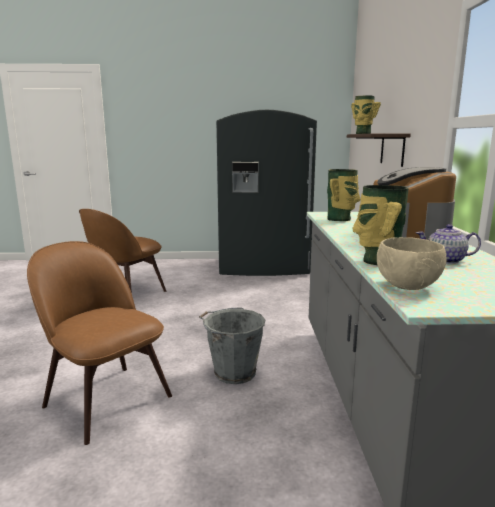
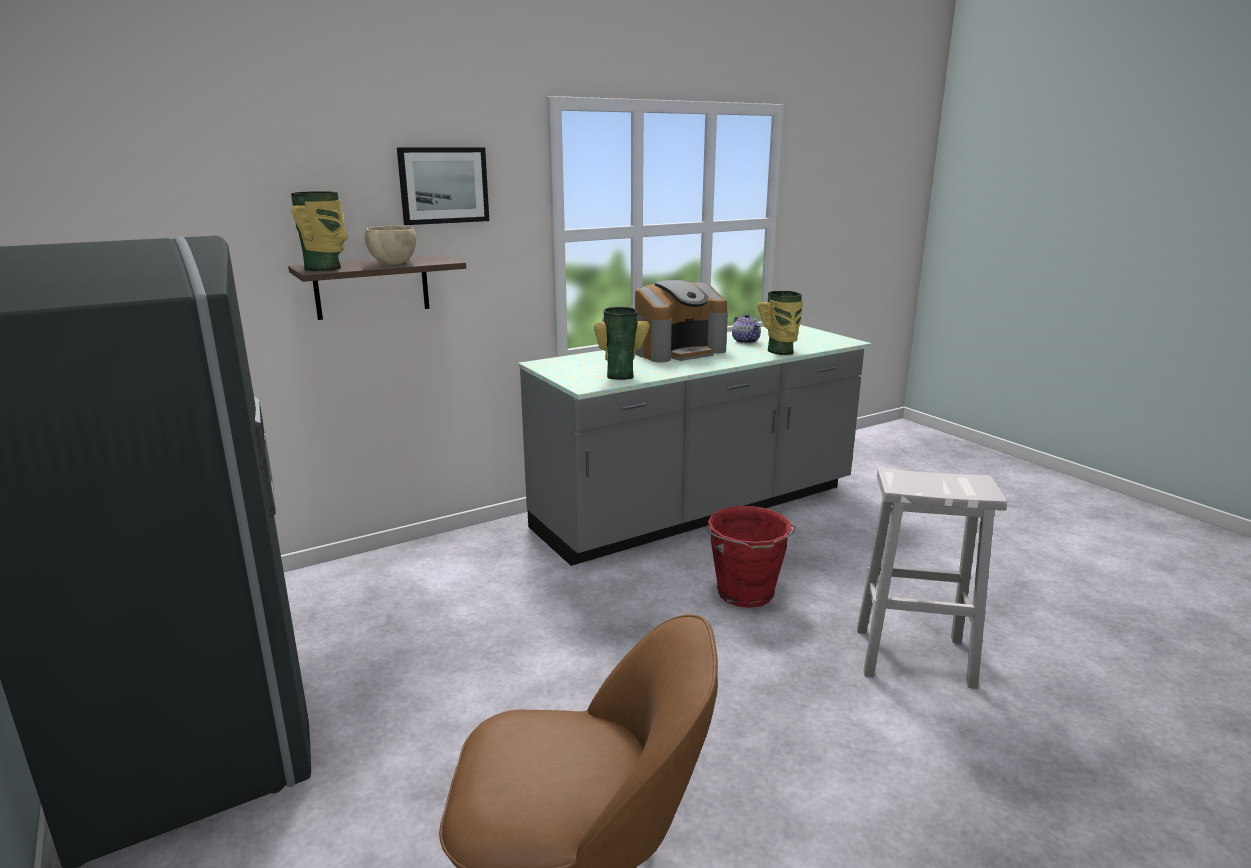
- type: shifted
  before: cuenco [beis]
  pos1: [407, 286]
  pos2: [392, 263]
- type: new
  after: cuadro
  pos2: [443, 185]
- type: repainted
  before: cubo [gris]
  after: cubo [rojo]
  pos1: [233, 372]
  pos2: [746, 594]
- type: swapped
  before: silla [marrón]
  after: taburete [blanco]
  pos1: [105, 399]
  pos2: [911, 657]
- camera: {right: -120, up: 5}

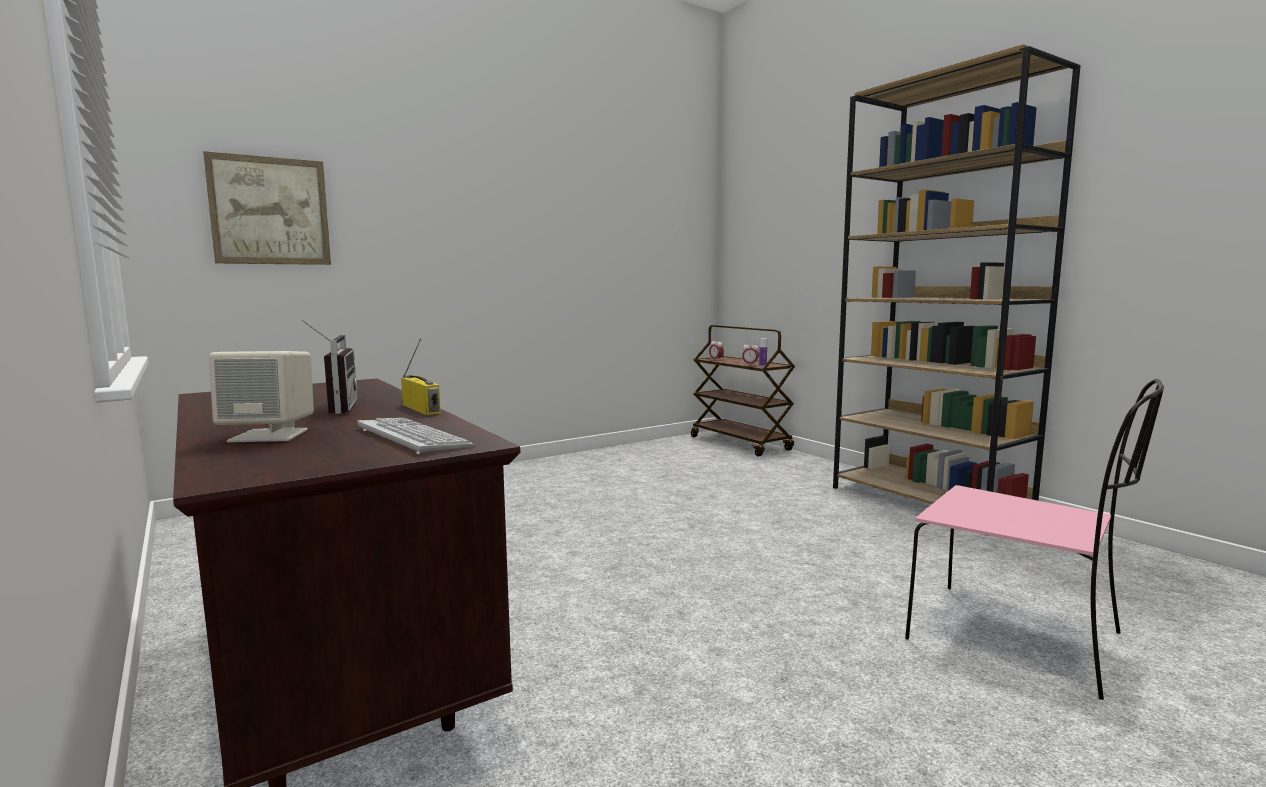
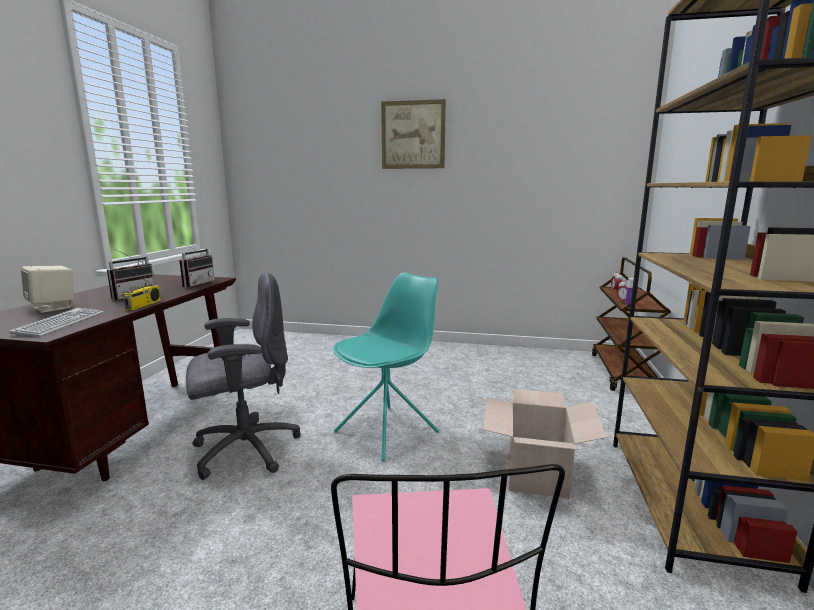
- type: new
  after: radio
  pos2: [196, 284]
- type: new
  after: silla de oficina [gris]
  pos2: [244, 450]
- type: new
  after: silla [turquesa]
  pos2: [388, 431]
- type: shifted
  before: cuadro
  pos1: [270, 211]
  pos2: [413, 135]
- type: new
  after: caja de cartón
  pos2: [537, 473]
- camera: {right: 45, up: 5}

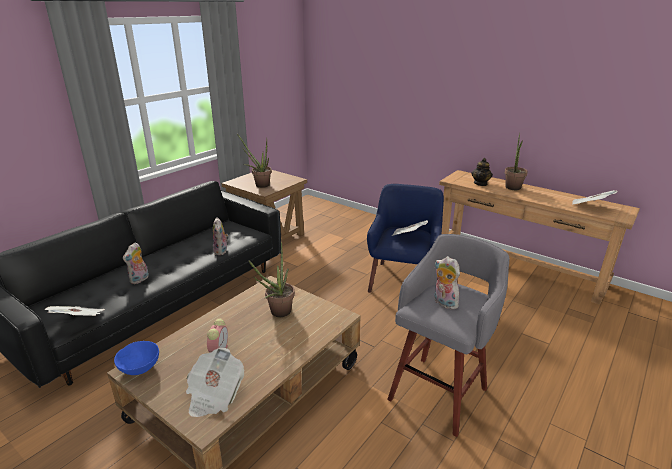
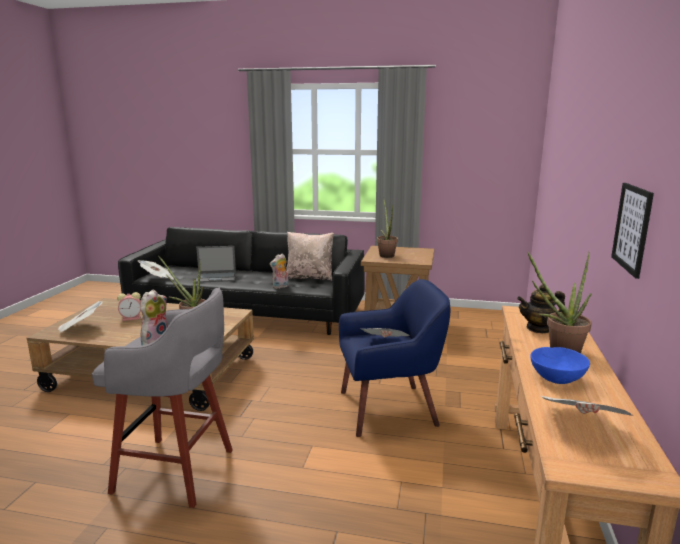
- type: swapped
  before: peluche
  after: portátil
  pos1: [140, 280]
  pos2: [216, 277]
- type: new
  after: cojín [beis]
  pos2: [309, 277]
- type: shifted
  before: cuenco [azul]
  pos1: [139, 368]
  pos2: [556, 378]
- type: new
  after: cuadro
  pos2: [632, 228]
- camera: {right: 65, up: -10}

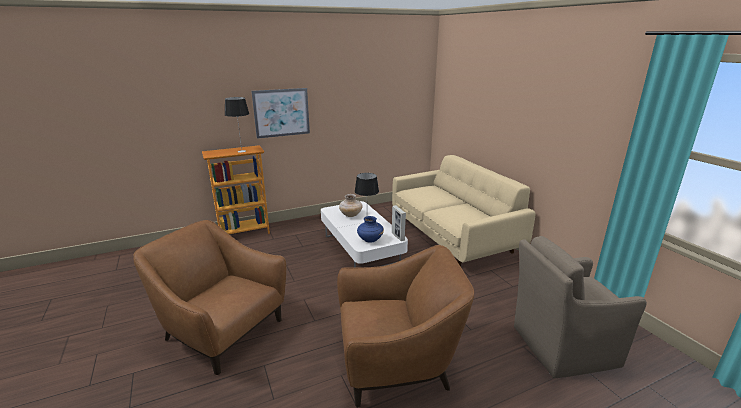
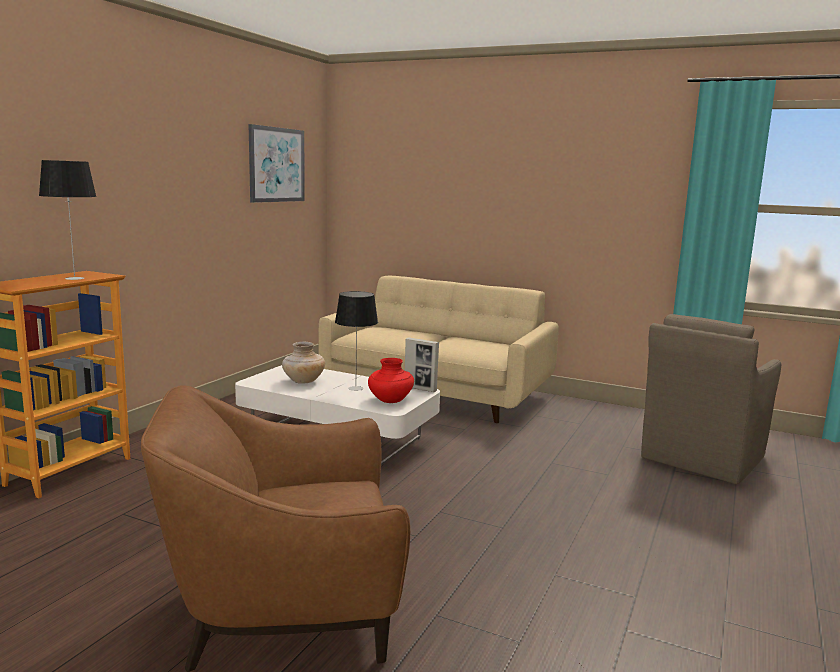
- type: shifted
  before: cuadro
  pos1: [281, 112]
  pos2: [277, 165]
- type: repainted
  before: florero [azul]
  after: florero [rojo]
  pos1: [370, 240]
  pos2: [390, 400]
- type: gone
  before: sillón [marrón]
  pos1: [396, 363]
- camera: {right: -40, up: -10}

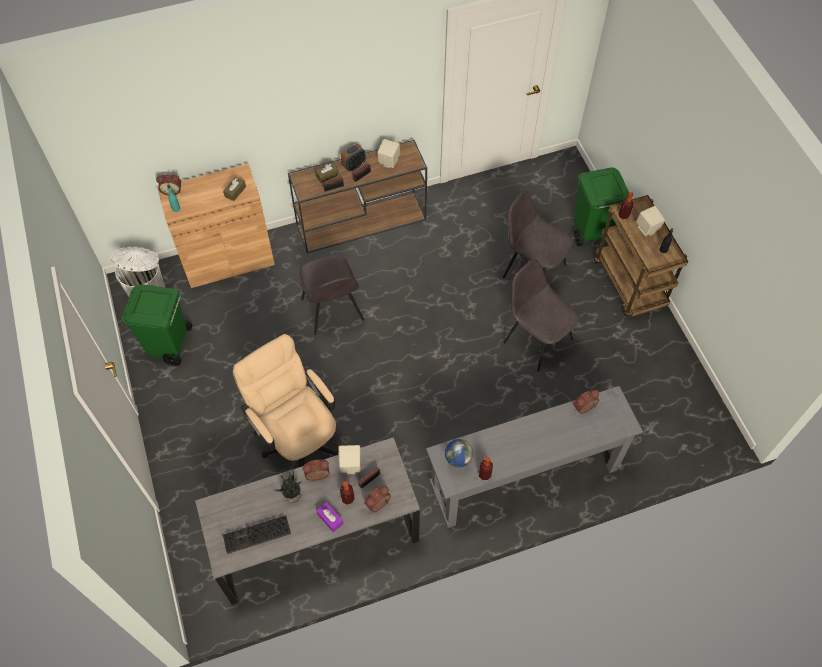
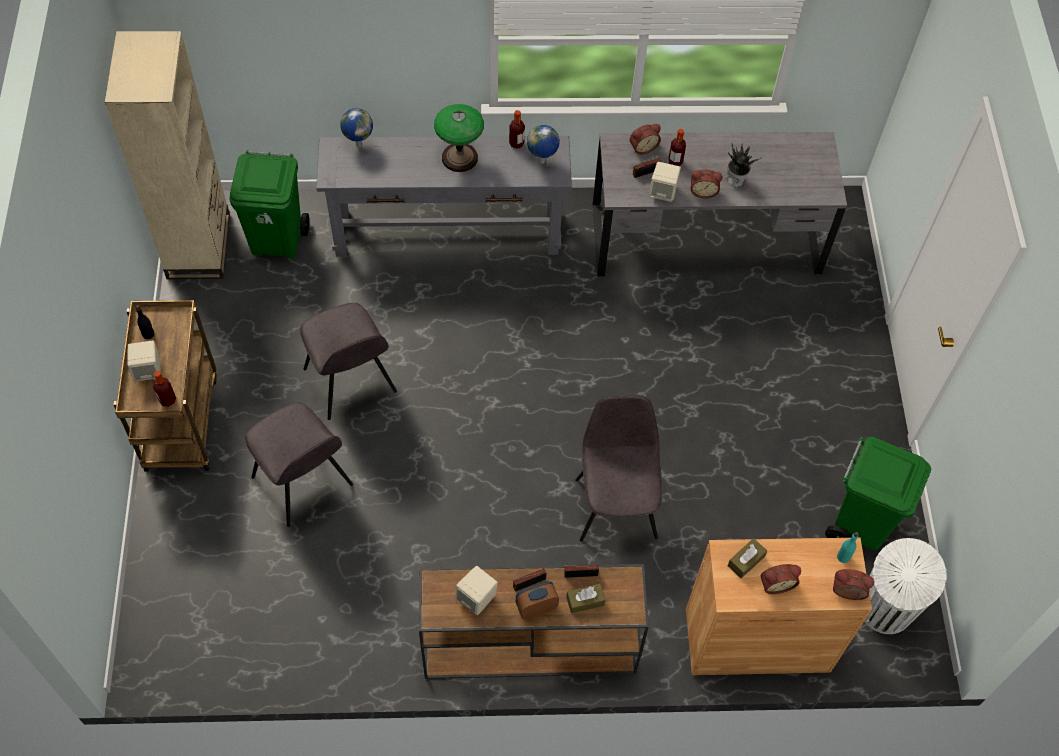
- type: new
  after: estantería [beis]
  pos2: [199, 246]
- type: shifted
  before: papelera [verde]
  pos1: [591, 231]
  pos2: [278, 240]
- type: new
  after: globo terráqueo
  pos2: [358, 145]
- type: new
  after: lámpara de mesa
  pos2: [459, 157]
- type: shifted
  before: despertador
  pos1: [585, 408]
  pos2: [776, 583]
- type: gone
  before: teclado
  pos1: [256, 536]
- type: gone
  before: silla de oficina [beis]
  pos1: [297, 437]
- type: gone
  before: caja de pañuelos [morado]
  pos1: [330, 519]
- camera: {right: -165, up: 0}

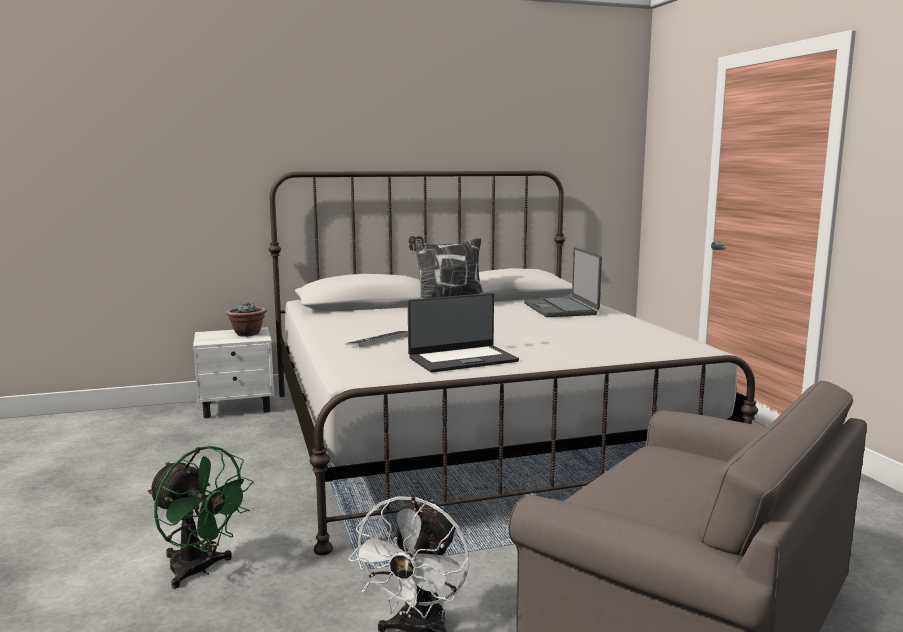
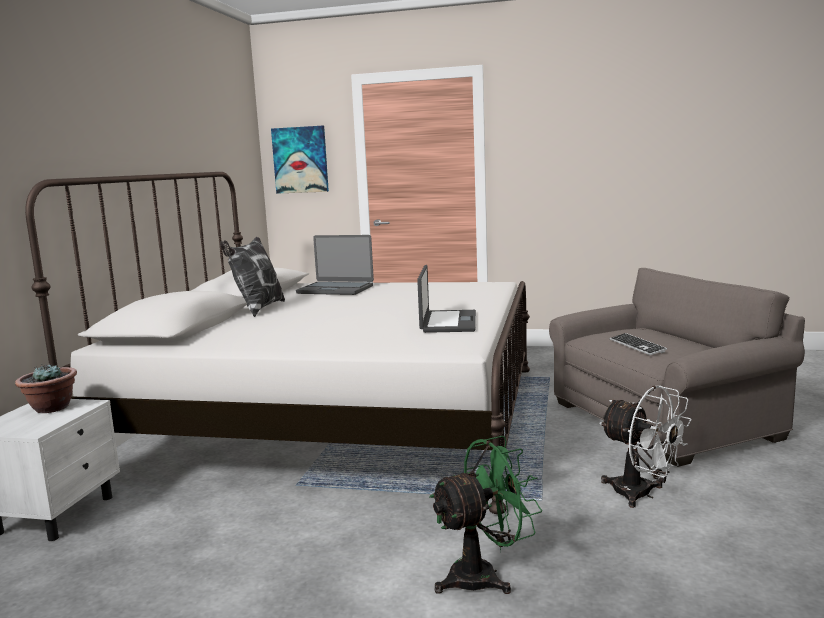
- type: new
  after: cuadro
  pos2: [300, 160]
- type: shifted
  before: teclado
  pos1: [379, 340]
  pos2: [637, 346]
- camera: {right: -60, up: 0}

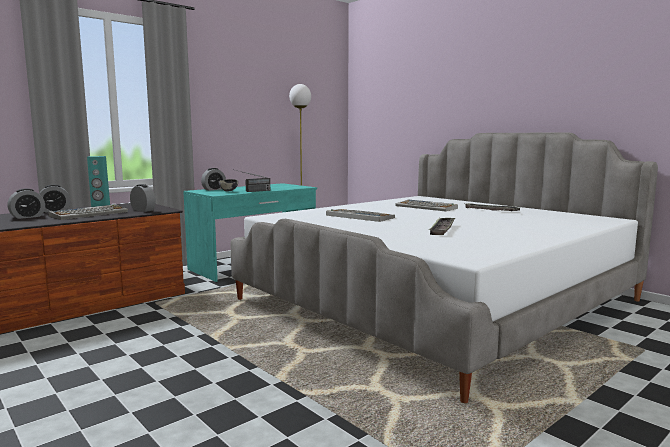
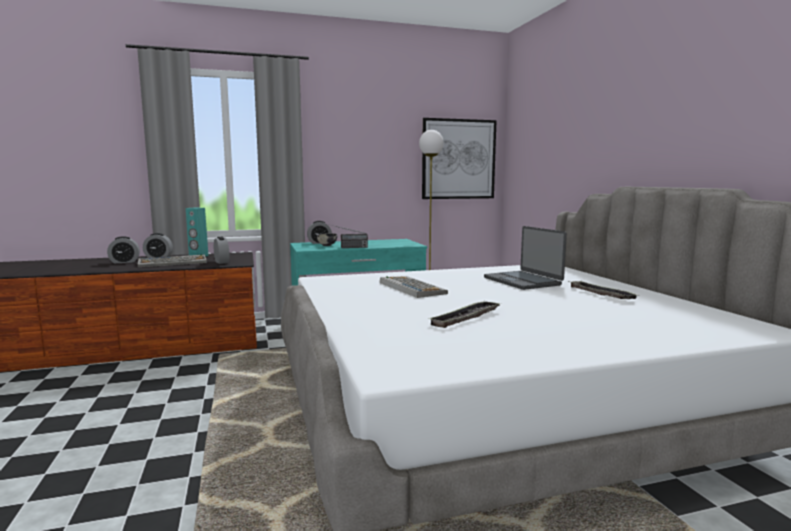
- type: new
  after: cuadro
  pos2: [458, 159]
- type: swapped
  before: teclado
  after: portátil
  pos1: [426, 207]
  pos2: [523, 281]
- camera: {right: 25, up: 0}

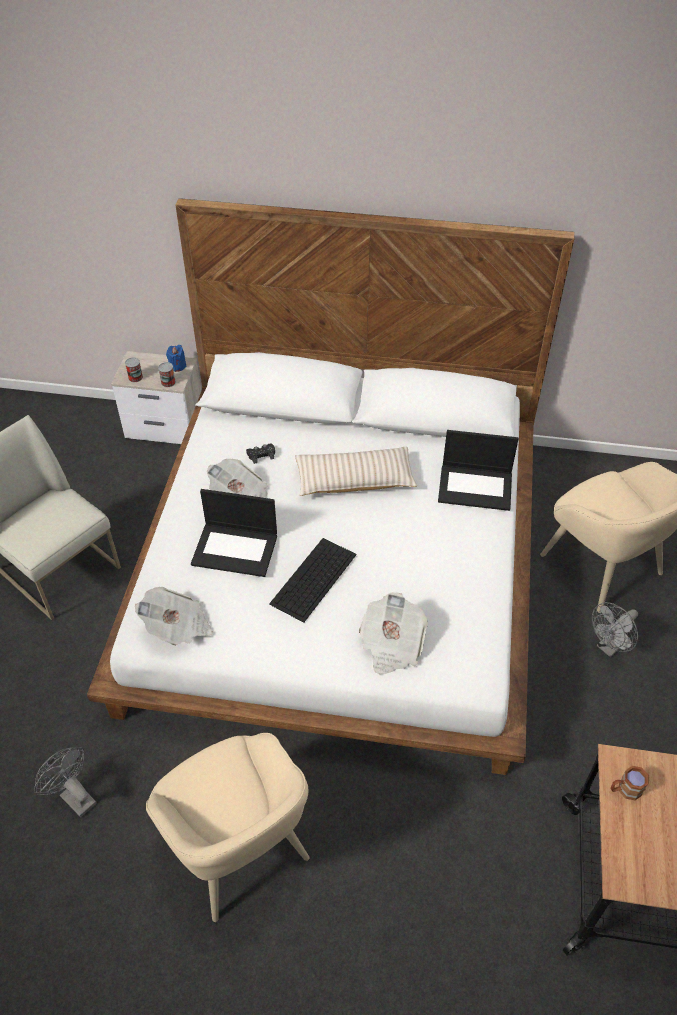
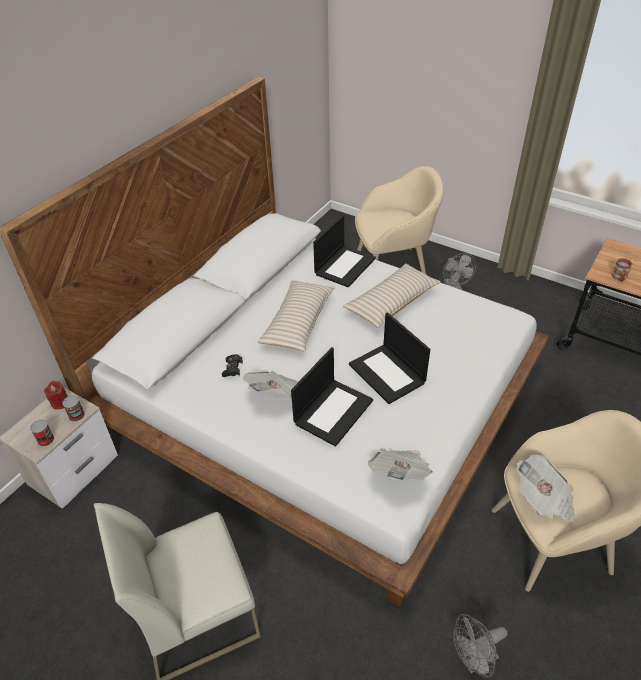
- type: repainted
  before: vela [azul]
  after: vela [rojo]
  pos1: [177, 366]
  pos2: [60, 402]
- type: new
  after: cojín [beis]
  pos2: [391, 302]
- type: swapped
  before: teclado
  after: portátil
  pos1: [313, 580]
  pos2: [388, 373]
- type: shifted
  before: periódico
  pos1: [391, 645]
  pos2: [544, 499]
- camera: {right: -65, up: -5}

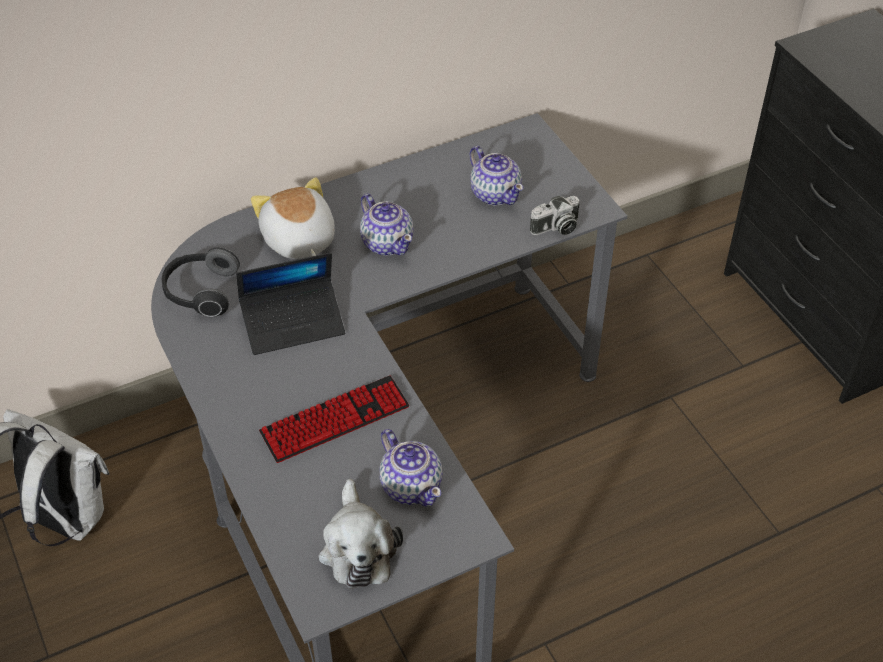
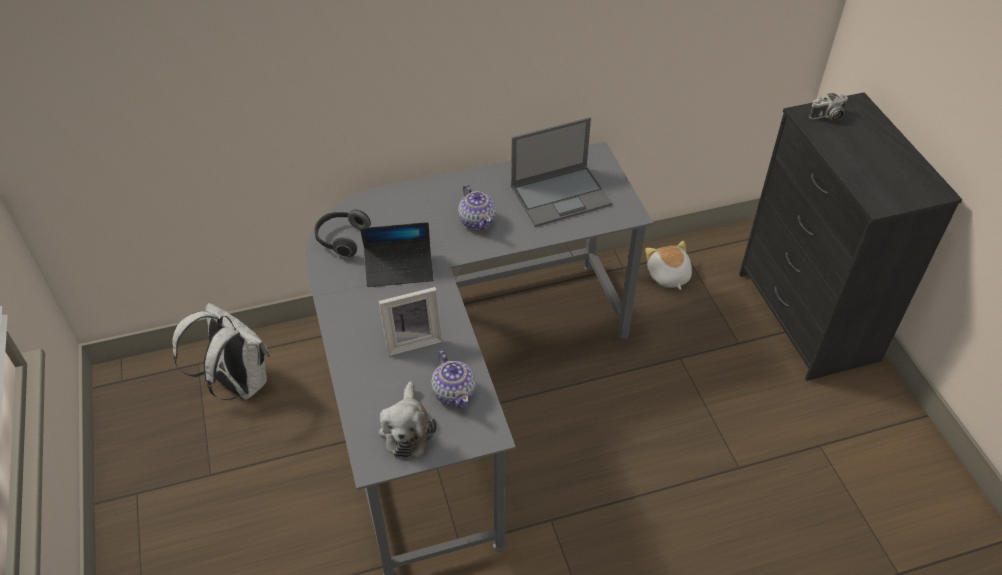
- type: swapped
  before: teclado
  after: portarretratos
  pos1: [335, 420]
  pos2: [412, 339]
- type: swapped
  before: tetera
  after: portátil
  pos1: [495, 193]
  pos2: [561, 195]
- type: shifted
  before: peluche
  pos1: [298, 240]
  pos2: [668, 276]
- type: shifted
  before: cámara
  pos1: [556, 228]
  pos2: [827, 116]
- camera: {right: 10, up: 0}

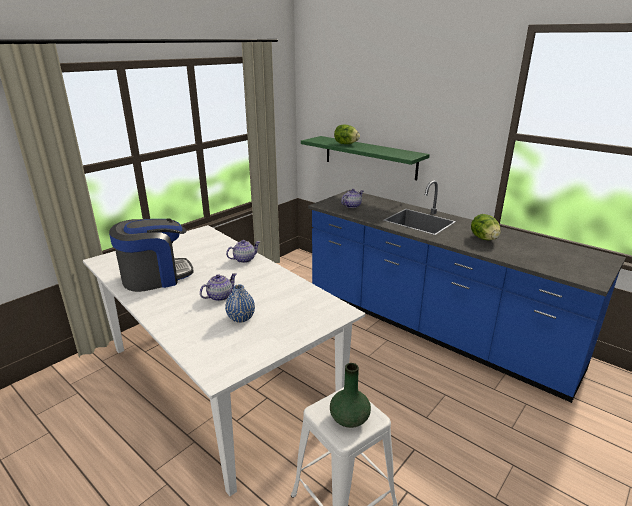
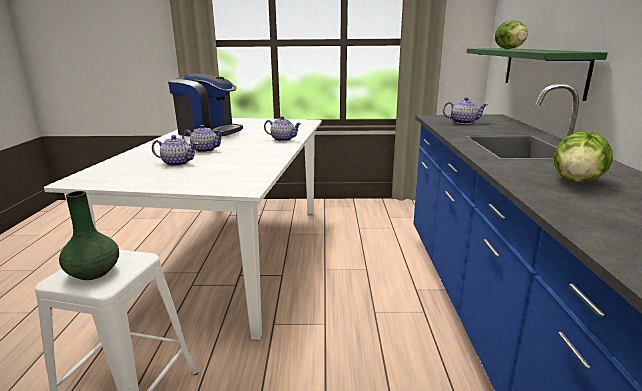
- type: swapped
  before: florero [azul]
  after: tetera
  pos1: [241, 318]
  pos2: [177, 163]
- camera: {right: 50, up: -5}

